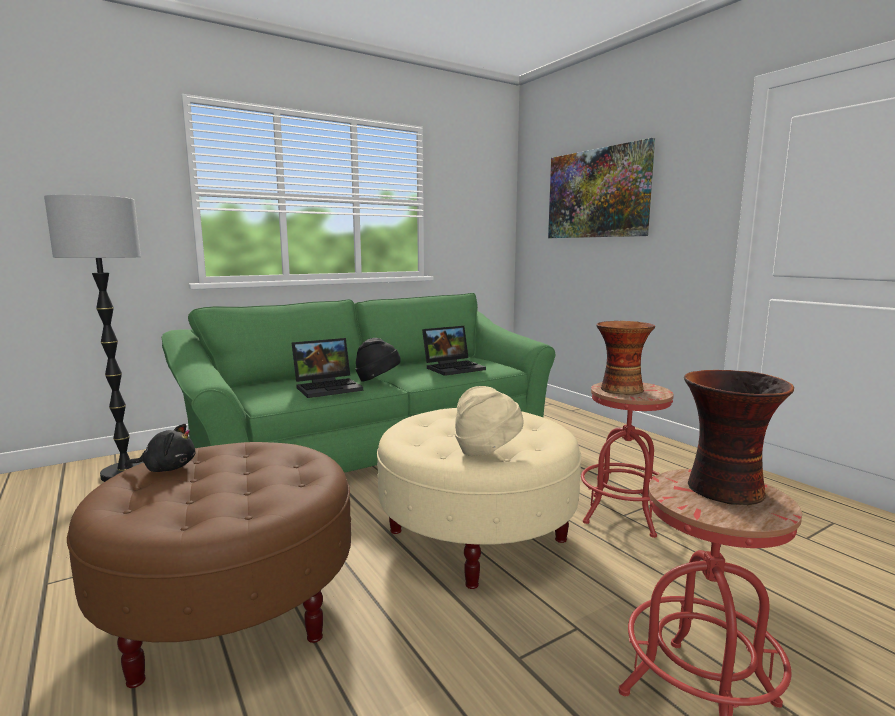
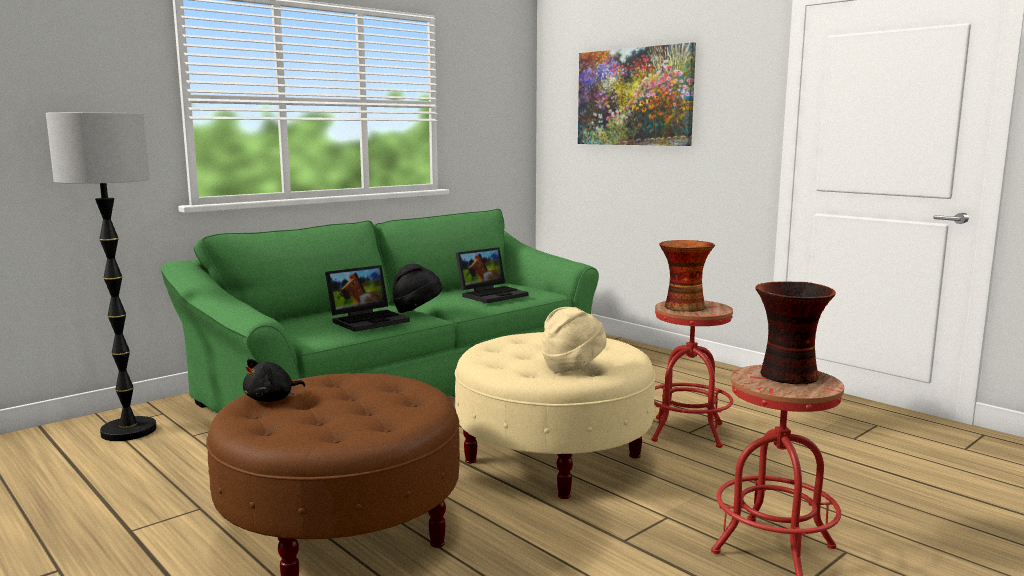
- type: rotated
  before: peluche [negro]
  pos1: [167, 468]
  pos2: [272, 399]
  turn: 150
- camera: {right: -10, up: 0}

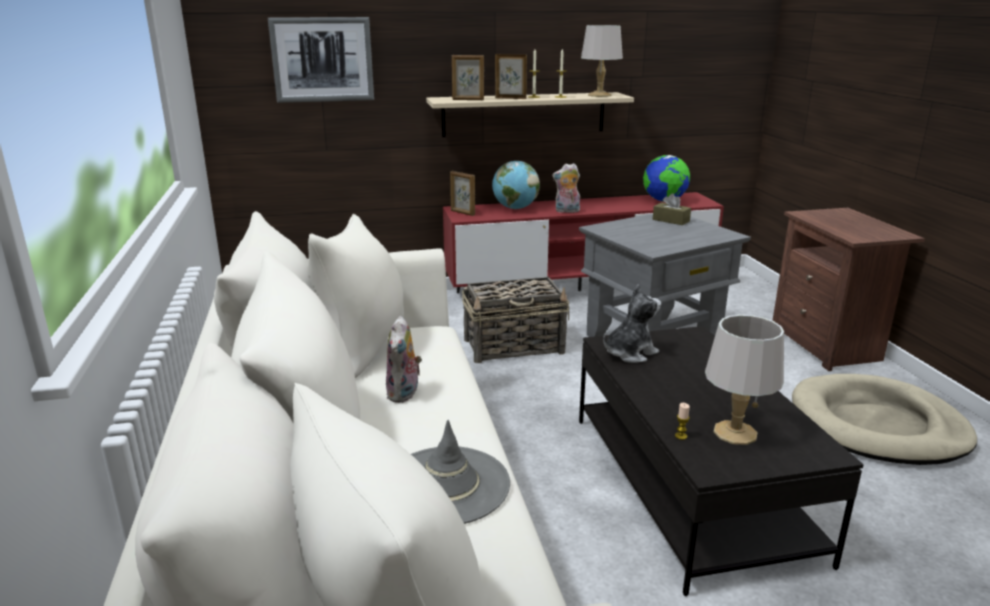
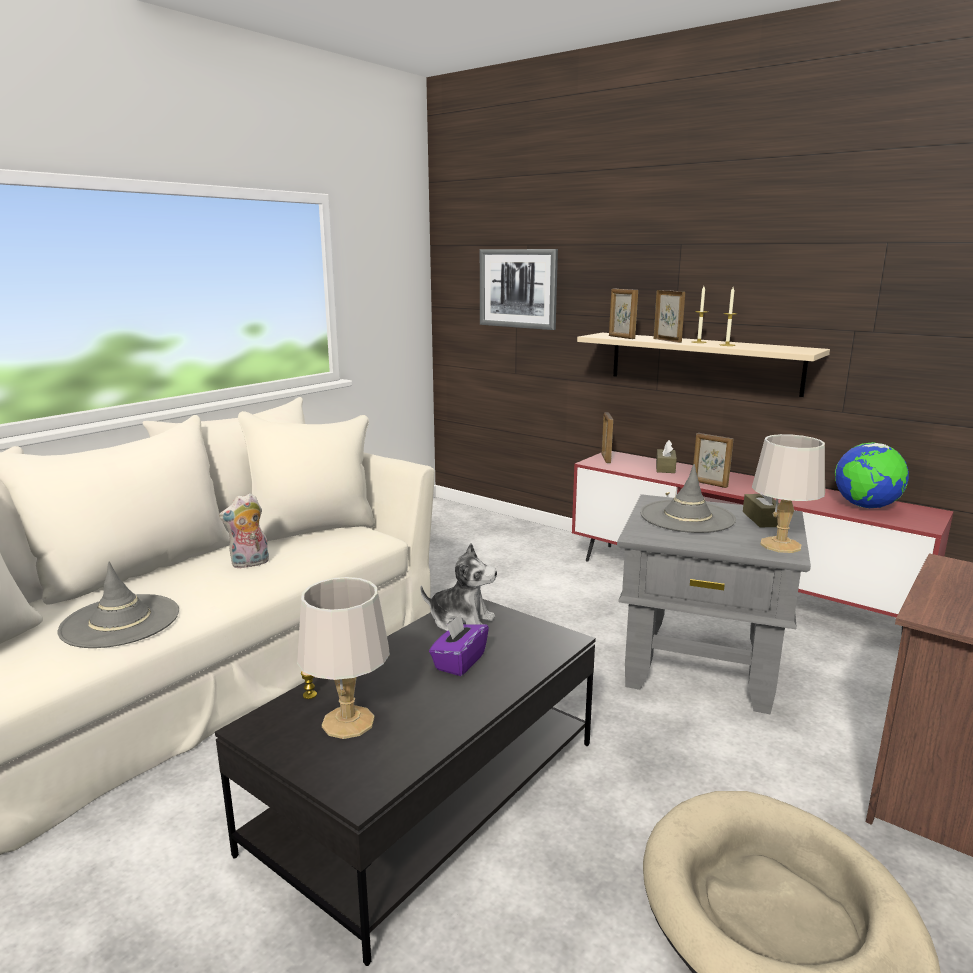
- type: new
  after: caja de pañuelos [morado]
  pos2: [459, 662]
- type: new
  after: sombrero [gris]
  pos2: [687, 517]
- type: swapped
  before: globo terráqueo
  after: caja de pañuelos [marrón]
  pos1: [515, 208]
  pos2: [665, 468]
- type: swapped
  before: peluche
  after: portarretratos
  pos1: [566, 211]
  pos2: [709, 484]
- type: shifted
  before: lámpara de mesa [gris]
  pos1: [600, 95]
  pos2: [781, 545]
- type: gone
  before: cesta
  pos1: [515, 346]
- camera: {right: 50, up: -5}

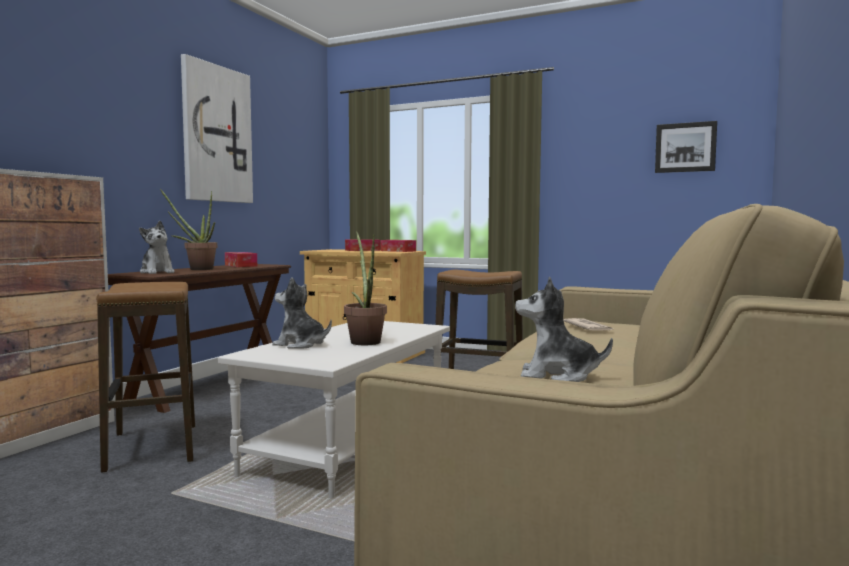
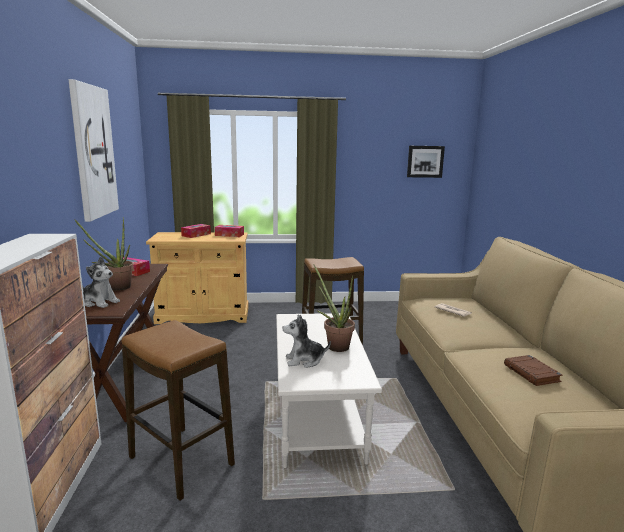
- type: swapped
  before: peluche
  after: libro [marrón]
  pos1: [557, 375]
  pos2: [532, 373]
- camera: {right: -30, up: 10}

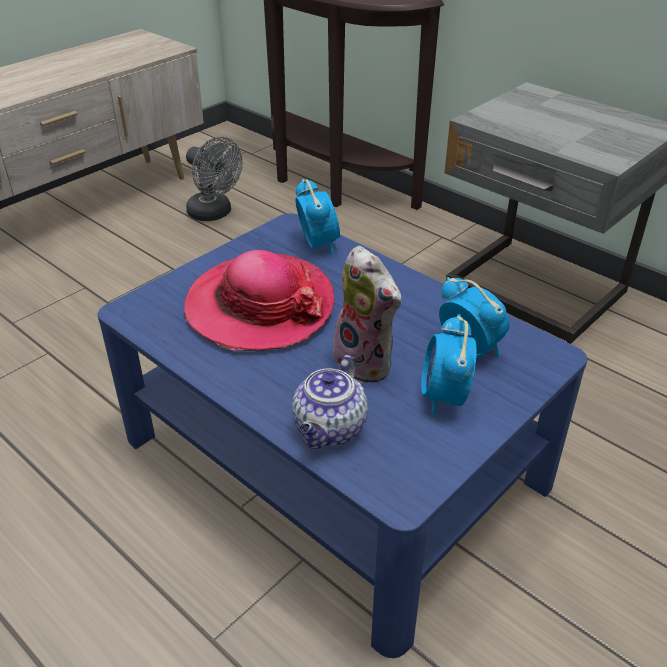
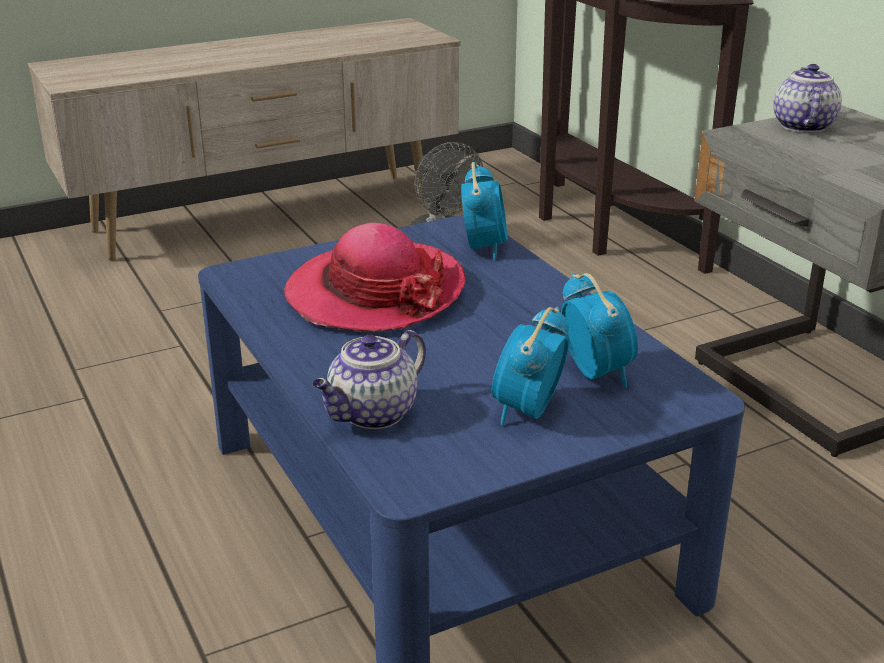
- type: new
  after: tetera
  pos2: [802, 126]
- type: gone
  before: peluche
  pos1: [367, 363]
- camera: {right: 20, up: -10}

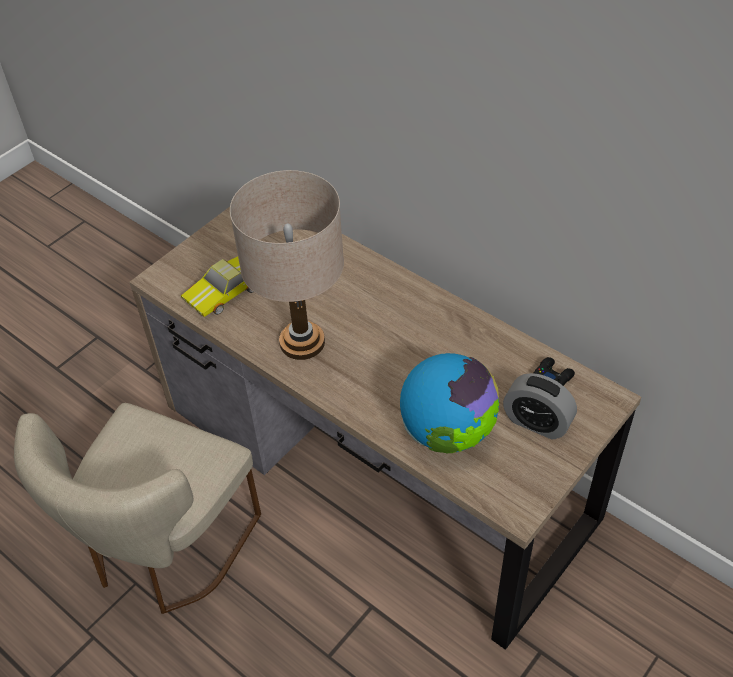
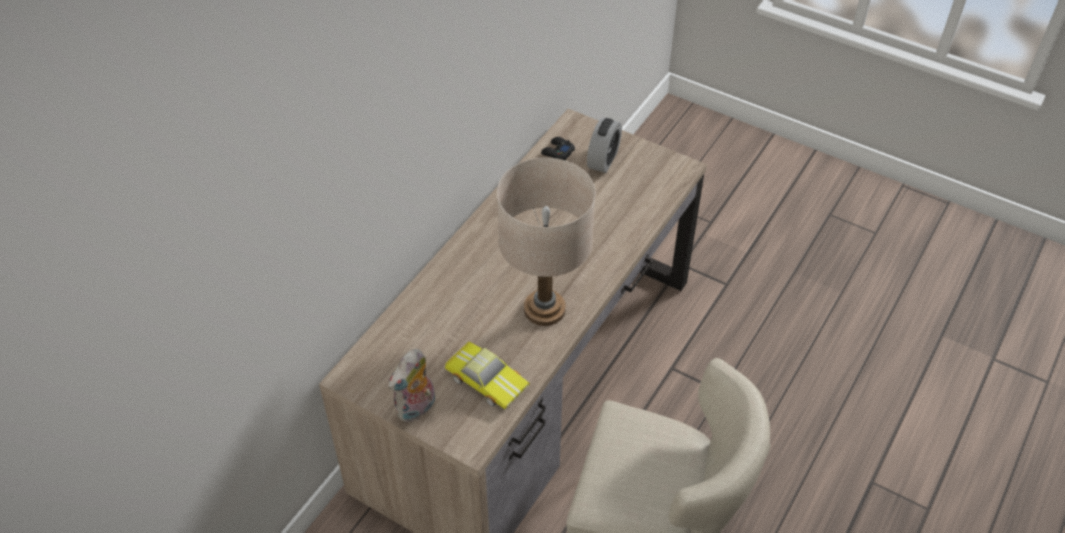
- type: new
  after: peluche
  pos2: [416, 409]
- type: gone
  before: globo terráqueo
  pos1: [448, 432]
- camera: {right: -100, up: 0}

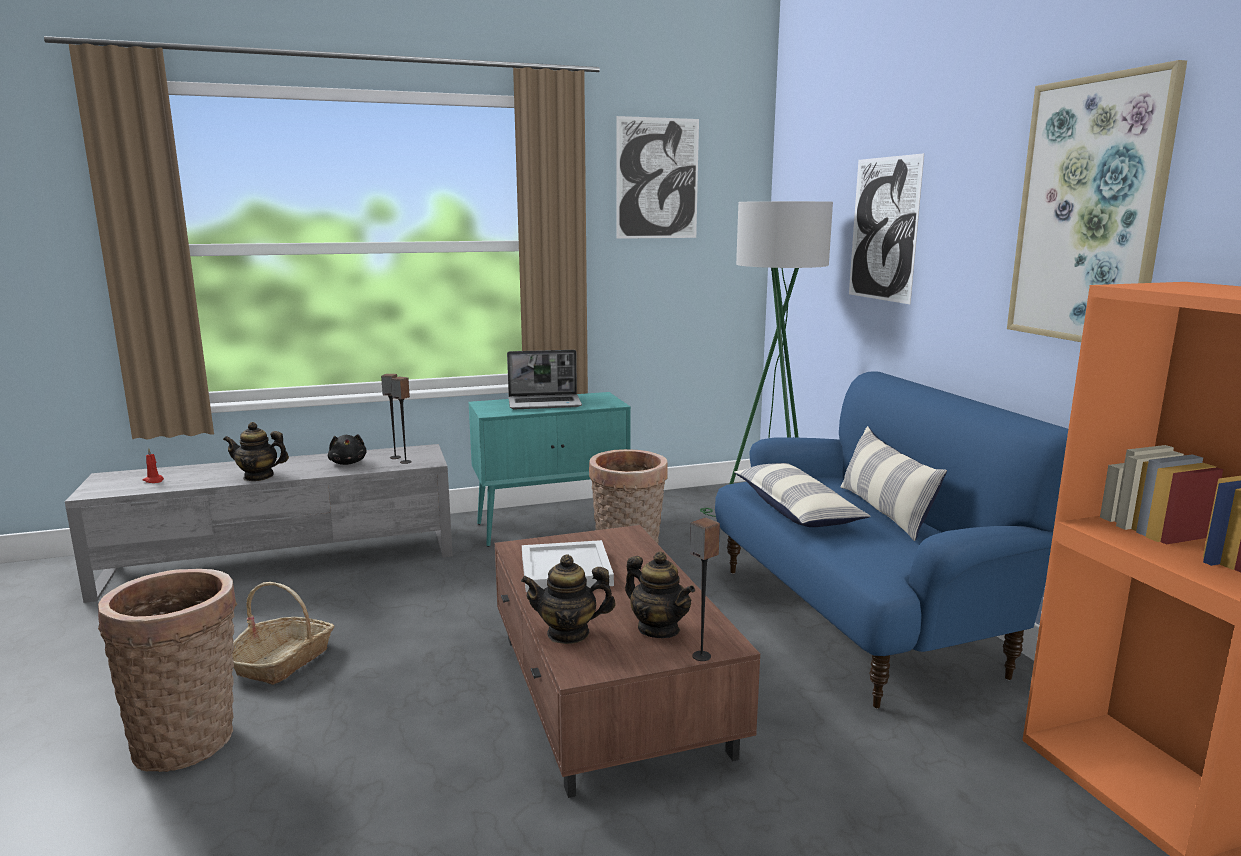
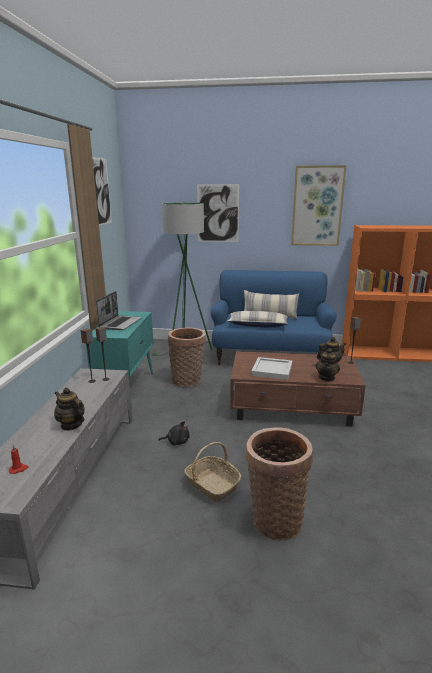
- type: rotated
  before: tetera
  pos1: [259, 476]
  pos2: [71, 425]
  turn: 105
- type: shifted
  before: peluche [negro]
  pos1: [348, 463]
  pos2: [176, 441]
- camera: {right: -65, up: 5}

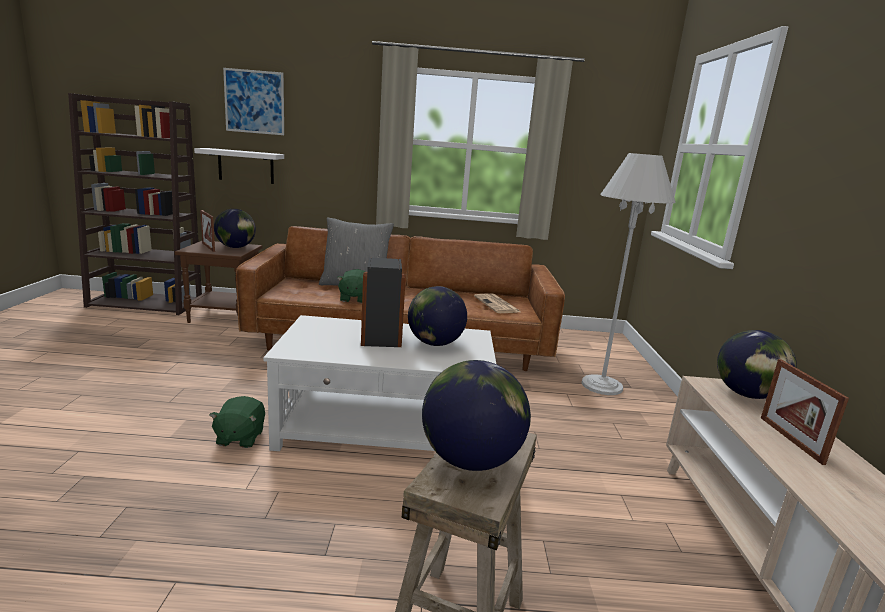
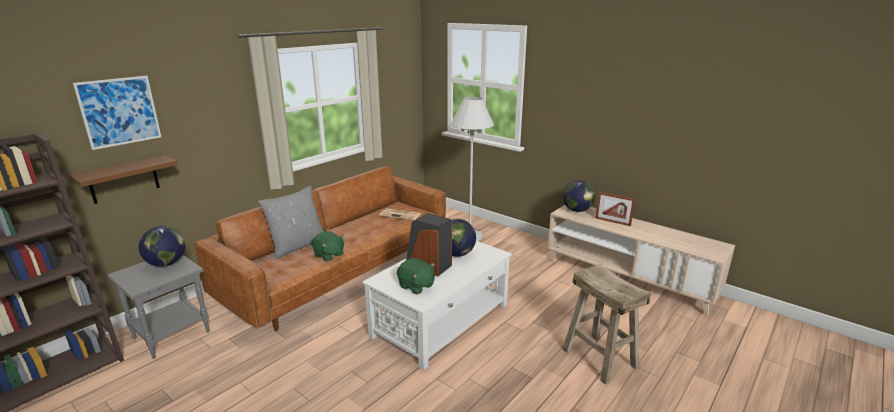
- type: repainted
  before: estante [blanco]
  after: estante [marrón]
  pos1: [246, 166]
  pos2: [124, 180]
- type: repainted
  before: mesa auxiliar [marrón]
  after: mesa auxiliar [gris]
  pos1: [225, 317]
  pos2: [172, 334]
- type: shifted
  before: peluche [verde]
  pos1: [239, 437]
  pos2: [416, 286]
- type: gone
  before: portarretratos
  pos1: [208, 247]
- type: gone
  before: globo terráqueo
  pos1: [470, 461]
- camera: {right: -50, up: 5}

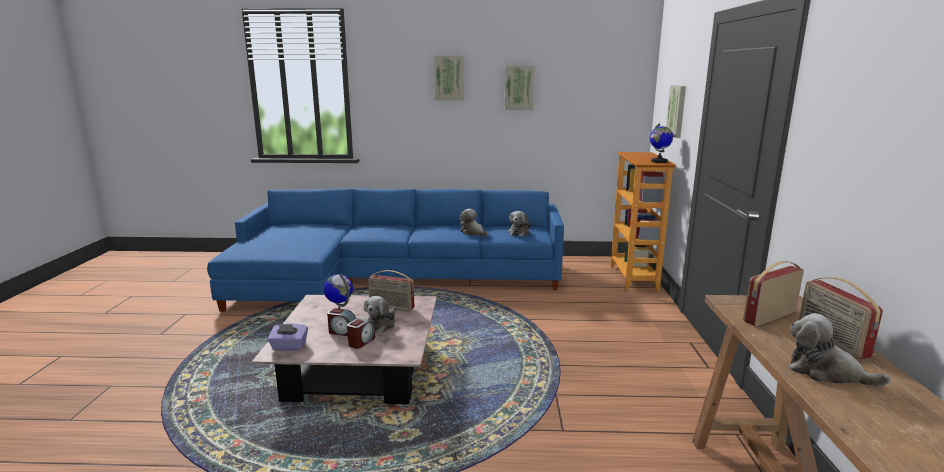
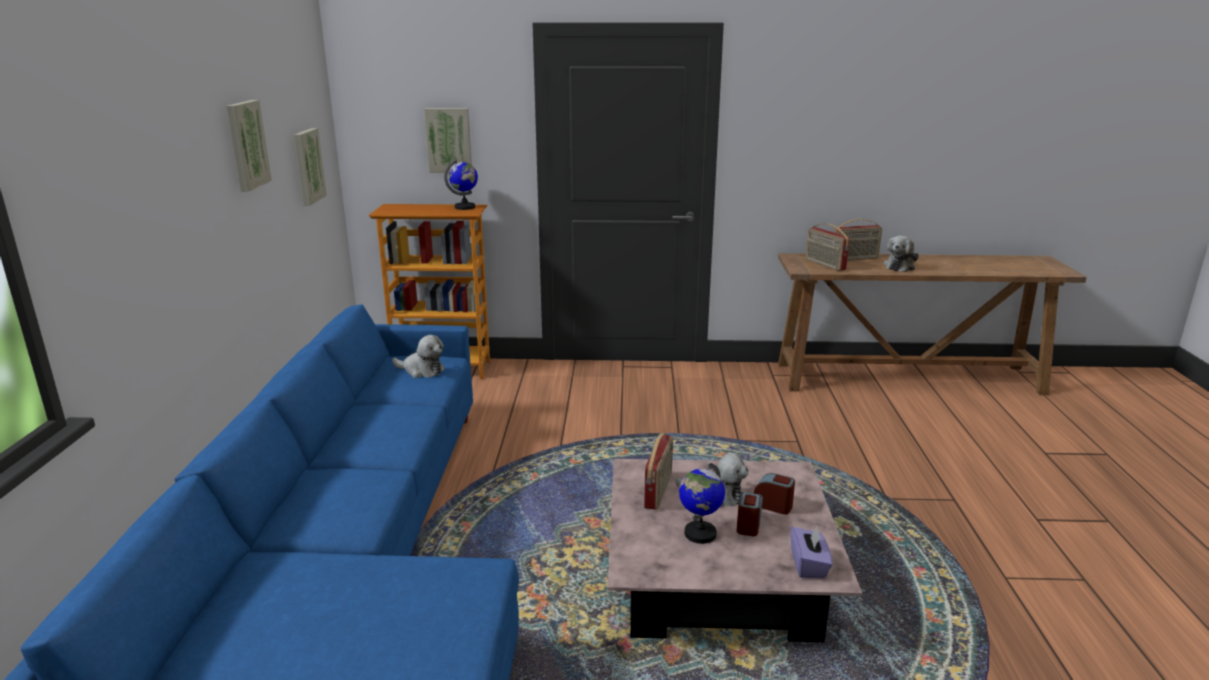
- type: shifted
  before: cuadro
  pos1: [449, 78]
  pos2: [307, 166]
- type: gone
  before: peluche
  pos1: [473, 233]
- camera: {right: -90, up: 5}

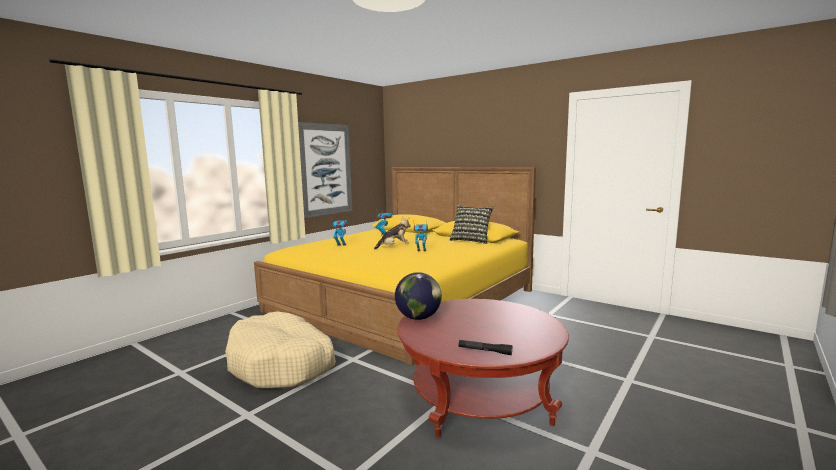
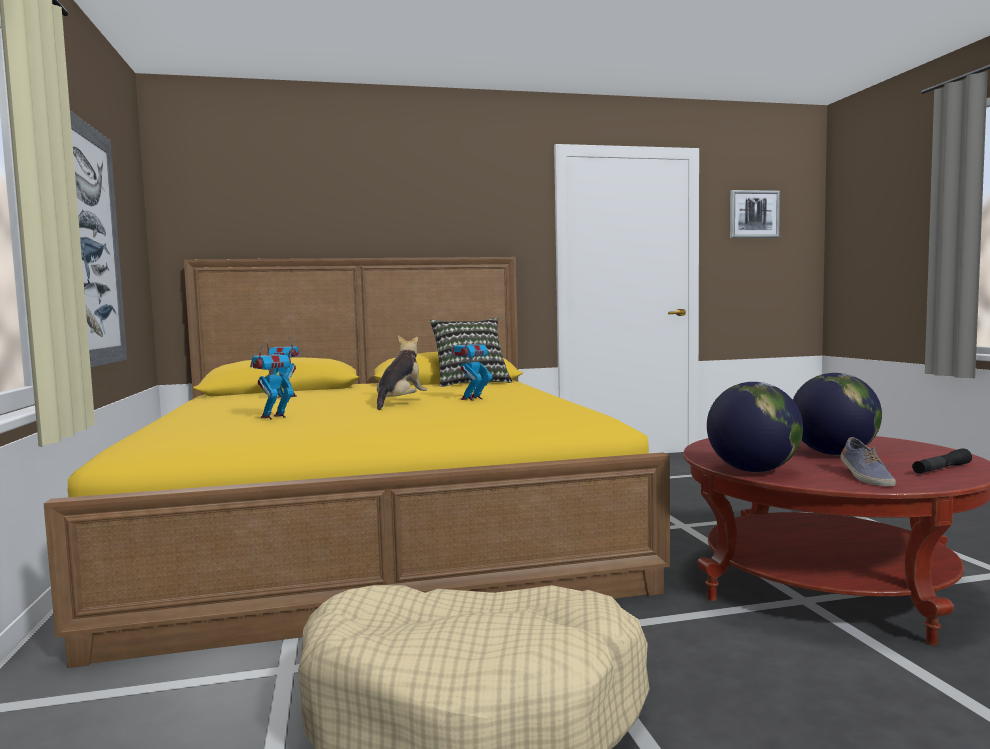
- type: new
  after: cuadro
  pos2: [754, 214]
- type: new
  after: globo terráqueo
  pos2: [834, 454]
- type: new
  after: zapato
  pos2: [865, 477]
- camera: {right: -50, up: -5}

